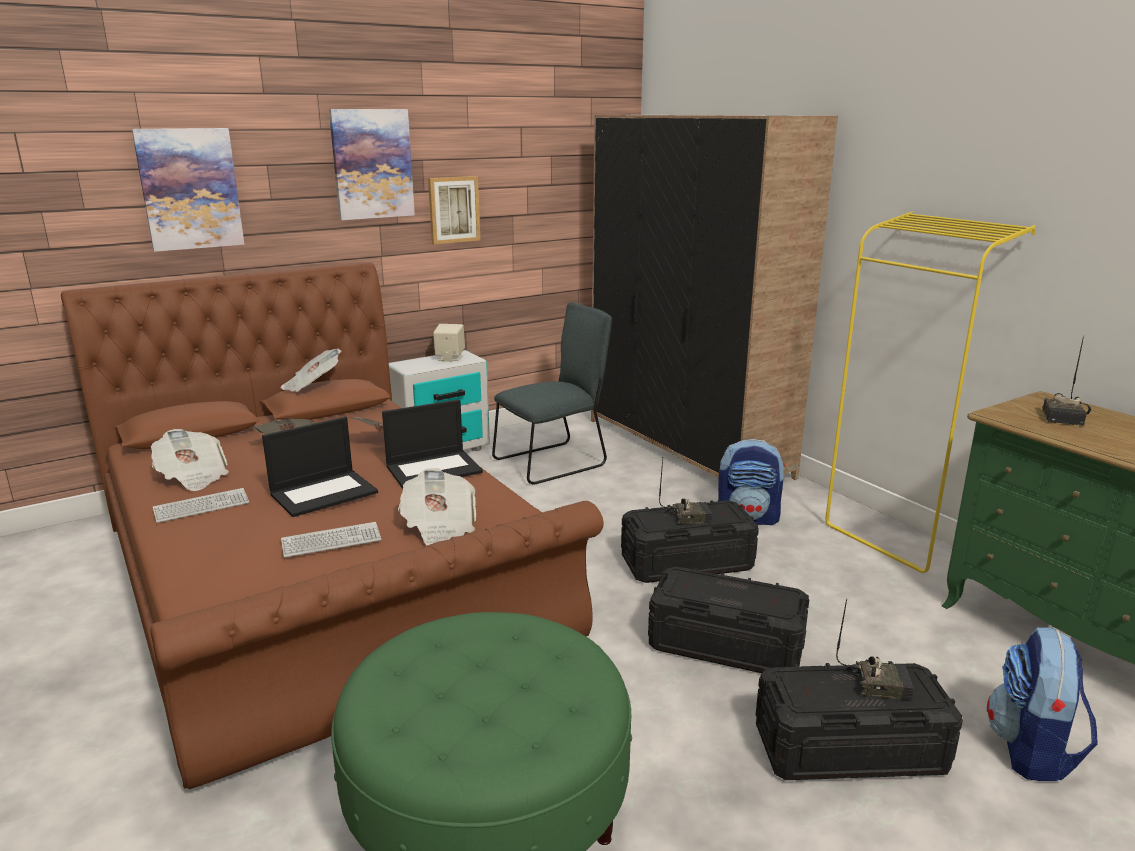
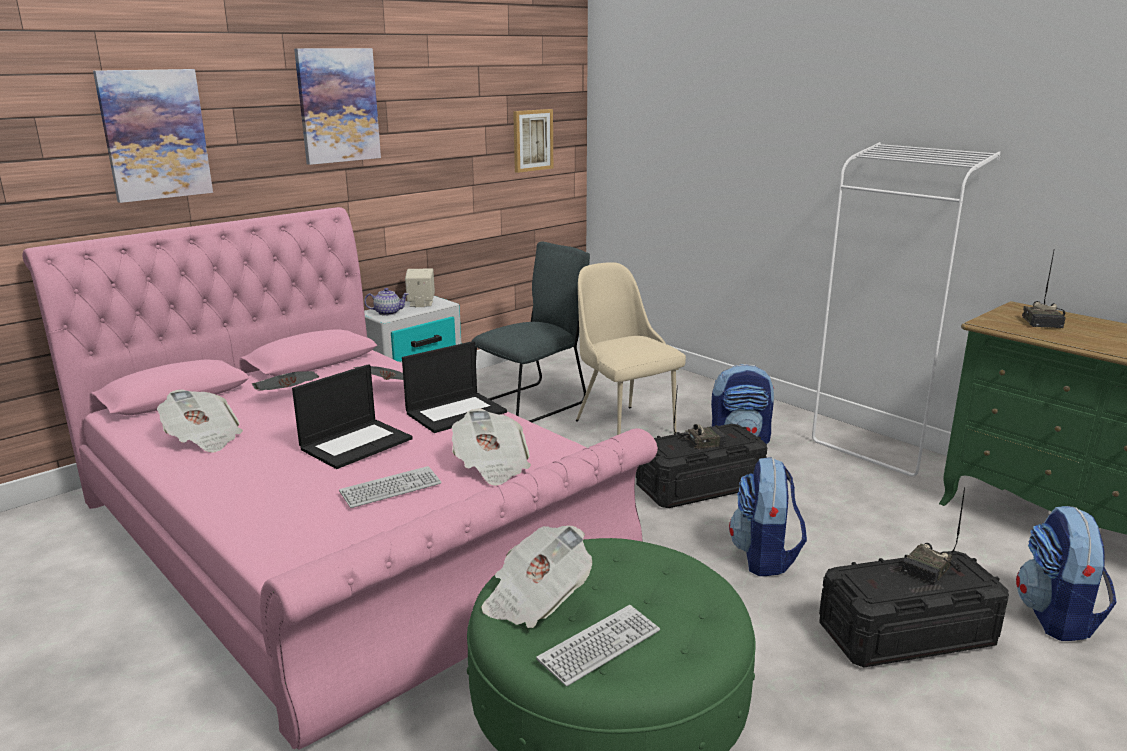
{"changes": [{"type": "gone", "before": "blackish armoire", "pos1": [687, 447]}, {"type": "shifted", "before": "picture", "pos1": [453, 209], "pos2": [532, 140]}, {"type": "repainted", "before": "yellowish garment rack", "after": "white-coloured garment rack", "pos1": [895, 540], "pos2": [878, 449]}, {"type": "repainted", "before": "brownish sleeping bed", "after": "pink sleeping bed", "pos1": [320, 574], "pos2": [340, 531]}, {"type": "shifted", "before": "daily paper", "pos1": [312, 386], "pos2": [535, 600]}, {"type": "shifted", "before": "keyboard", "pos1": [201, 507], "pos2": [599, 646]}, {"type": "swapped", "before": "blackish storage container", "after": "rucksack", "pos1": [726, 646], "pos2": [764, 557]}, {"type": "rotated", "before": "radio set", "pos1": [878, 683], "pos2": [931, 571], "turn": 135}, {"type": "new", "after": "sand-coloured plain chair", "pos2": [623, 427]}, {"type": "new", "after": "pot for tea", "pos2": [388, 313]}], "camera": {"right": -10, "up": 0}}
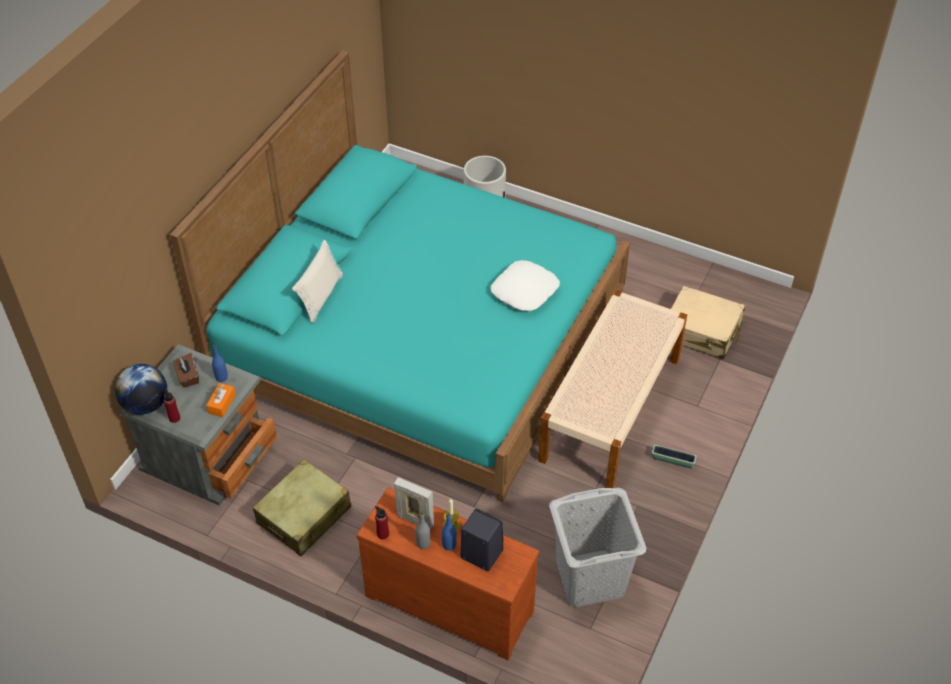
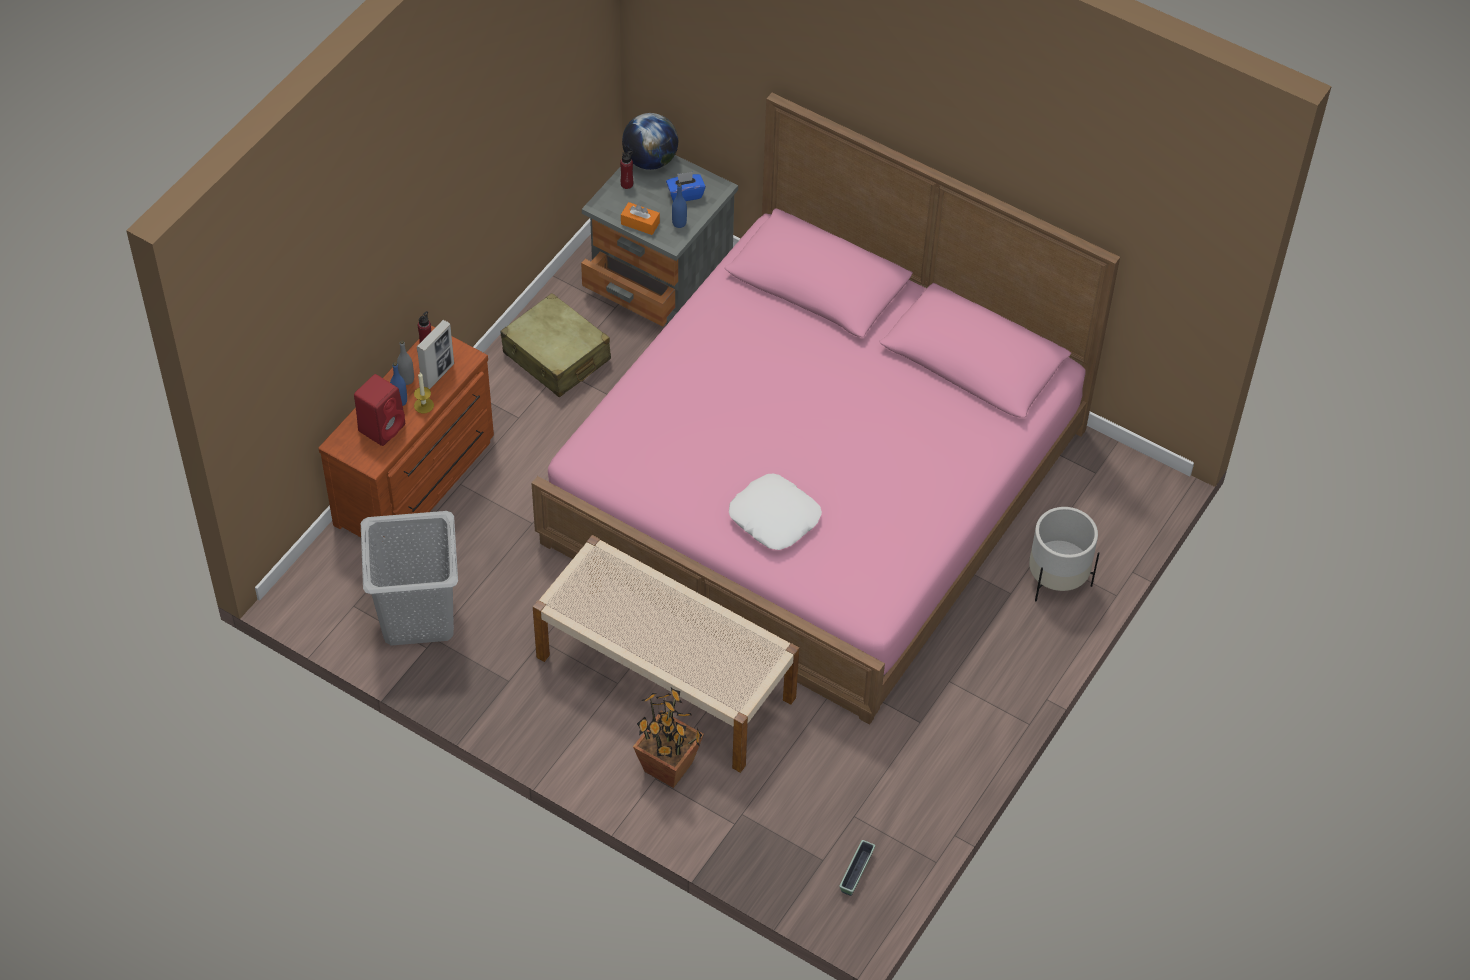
{"changes": [{"type": "repainted", "before": "blue-green sleeping bed", "after": "pink sleeping bed", "pos1": [420, 337], "pos2": [816, 484]}, {"type": "gone", "before": "white-coloured throw pillow", "pos1": [320, 296]}, {"type": "gone", "before": "sand-coloured piece of luggage", "pos1": [702, 331]}, {"type": "repainted", "before": "brownish tissue holder", "after": "blue tissue holder", "pos1": [188, 377], "pos2": [685, 194]}, {"type": "shifted", "before": "plant pot", "pos1": [672, 460], "pos2": [856, 872]}, {"type": "repainted", "before": "blackish loudspeaker", "after": "reddish loudspeaker", "pos1": [480, 554], "pos2": [382, 427]}, {"type": "new", "after": "plant in a pot", "pos2": [668, 768]}], "camera": {"right": 95, "up": 5}}
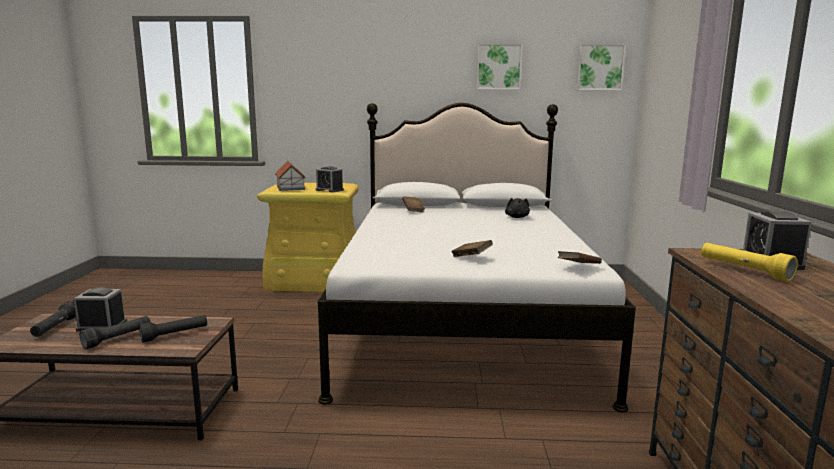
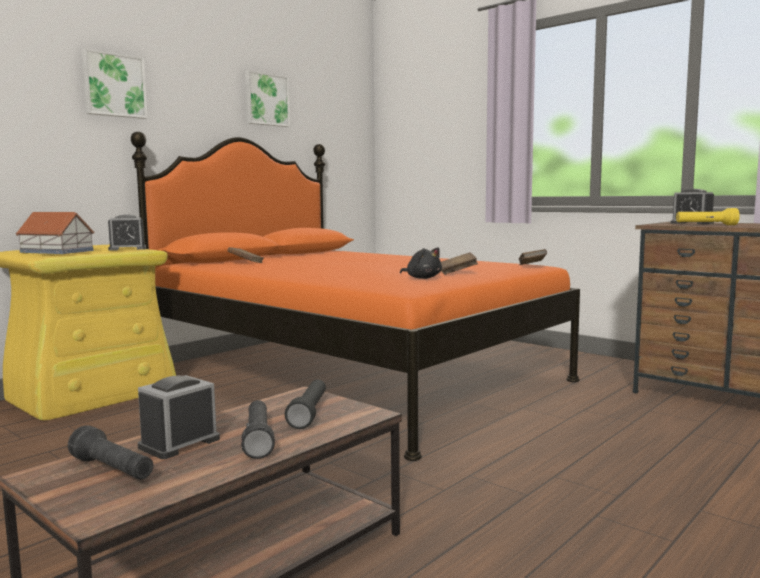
{"changes": [{"type": "shifted", "before": "picture", "pos1": [600, 67], "pos2": [113, 85]}, {"type": "repainted", "before": "white-coloured sleeping bed", "after": "orange-coloured sleeping bed", "pos1": [463, 323], "pos2": [353, 375]}, {"type": "shifted", "before": "blackish soft toy", "pos1": [517, 217], "pos2": [422, 278]}], "camera": {"right": -50, "up": -5}}
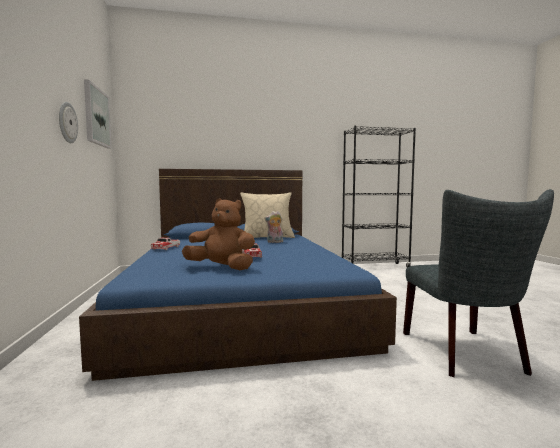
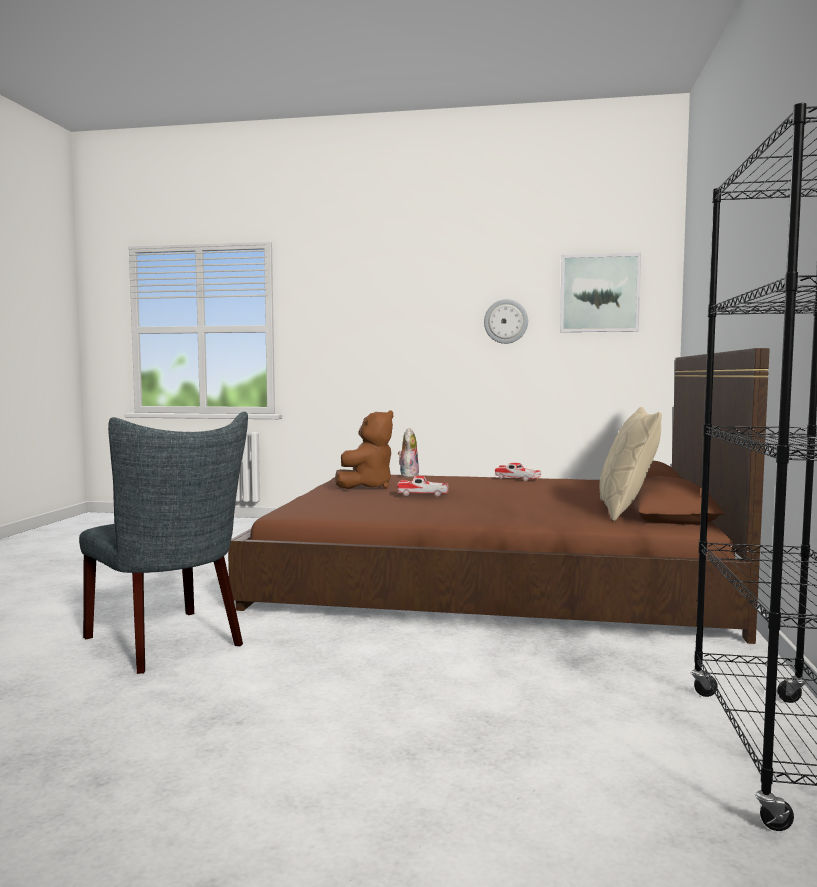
{"changes": [{"type": "repainted", "before": "blue sleeping bed", "after": "brownish sleeping bed", "pos1": [240, 299], "pos2": [490, 575]}, {"type": "rotated", "before": "greyish plain chair", "pos1": [466, 355], "pos2": [170, 643], "turn": -150}, {"type": "shifted", "before": "soft toy", "pos1": [274, 242], "pos2": [408, 475]}], "camera": {"right": 110, "up": 0}}
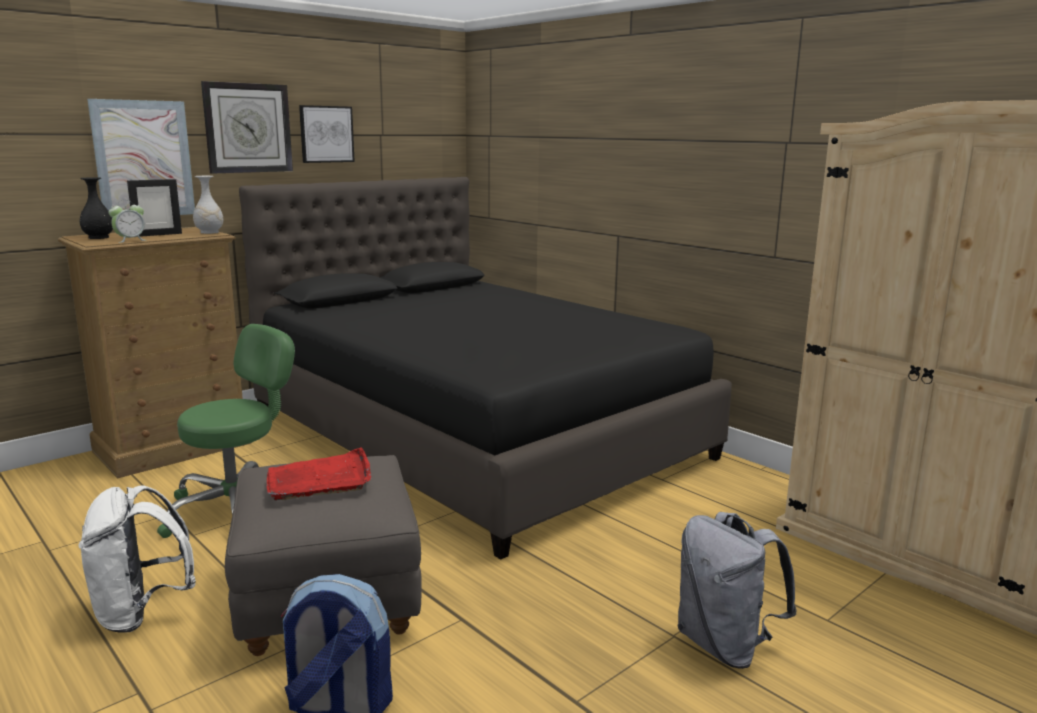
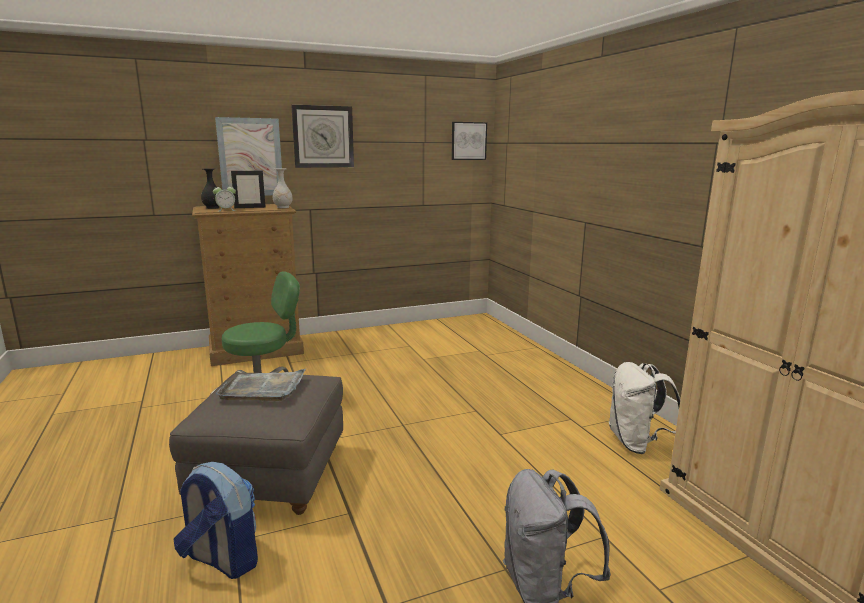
{"changes": [{"type": "shifted", "before": "picture", "pos1": [326, 134], "pos2": [468, 141]}, {"type": "gone", "before": "blackish sleeping bed", "pos1": [475, 434]}, {"type": "repainted", "before": "reddish tray", "after": "greyish tray", "pos1": [320, 479], "pos2": [263, 388]}, {"type": "shifted", "before": "white-coloured rucksack", "pos1": [141, 612], "pos2": [637, 443]}], "camera": {"right": 20, "up": 0}}
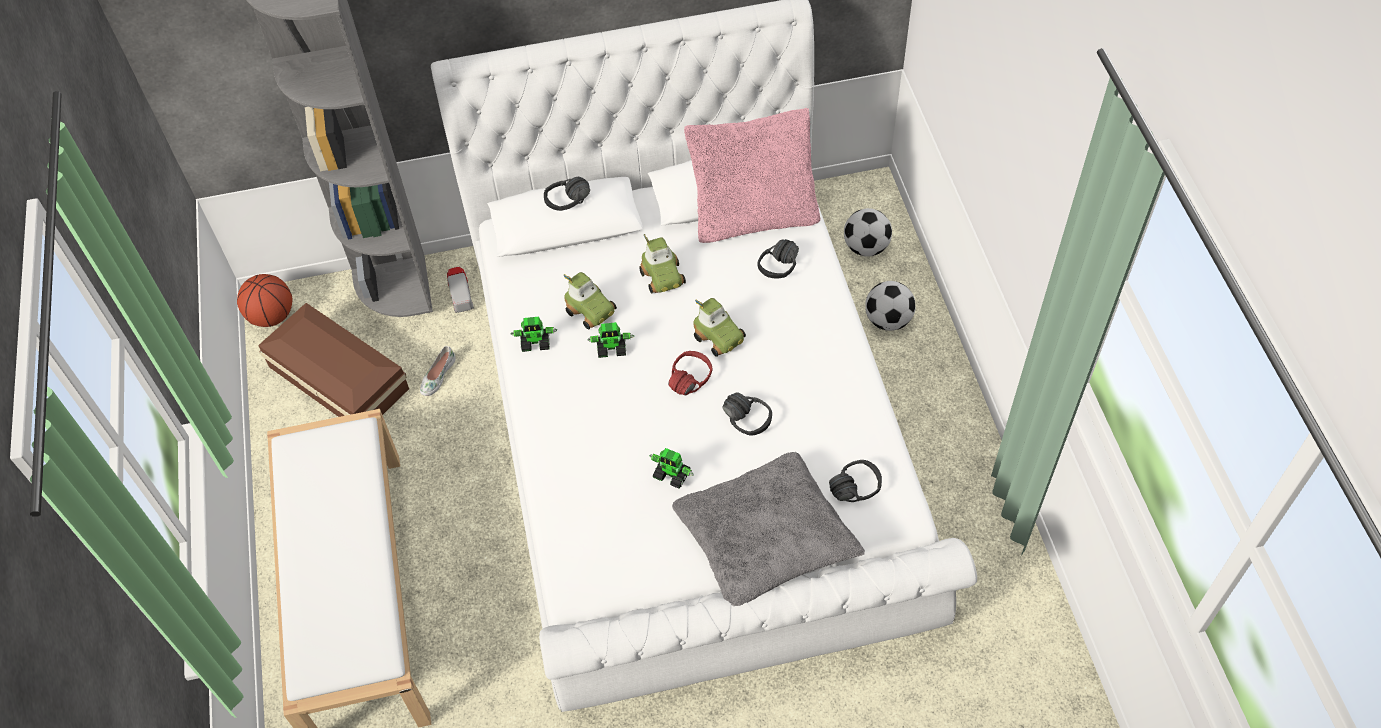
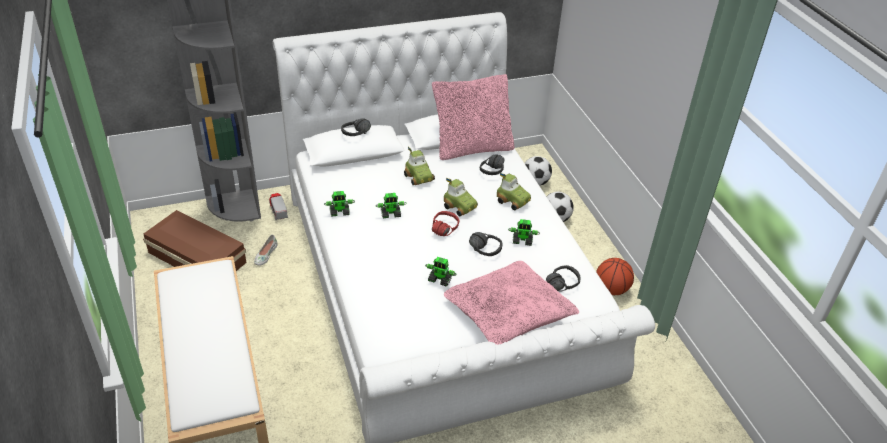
{"changes": [{"type": "shifted", "before": "miniature car", "pos1": [591, 310], "pos2": [513, 200]}, {"type": "shifted", "before": "basketball", "pos1": [272, 316], "pos2": [611, 289]}, {"type": "repainted", "before": "greyish throw pillow", "after": "pink throw pillow", "pos1": [765, 539], "pos2": [508, 314]}, {"type": "new", "after": "toy robot", "pos2": [522, 241]}], "camera": {"right": -10, "up": -15}}
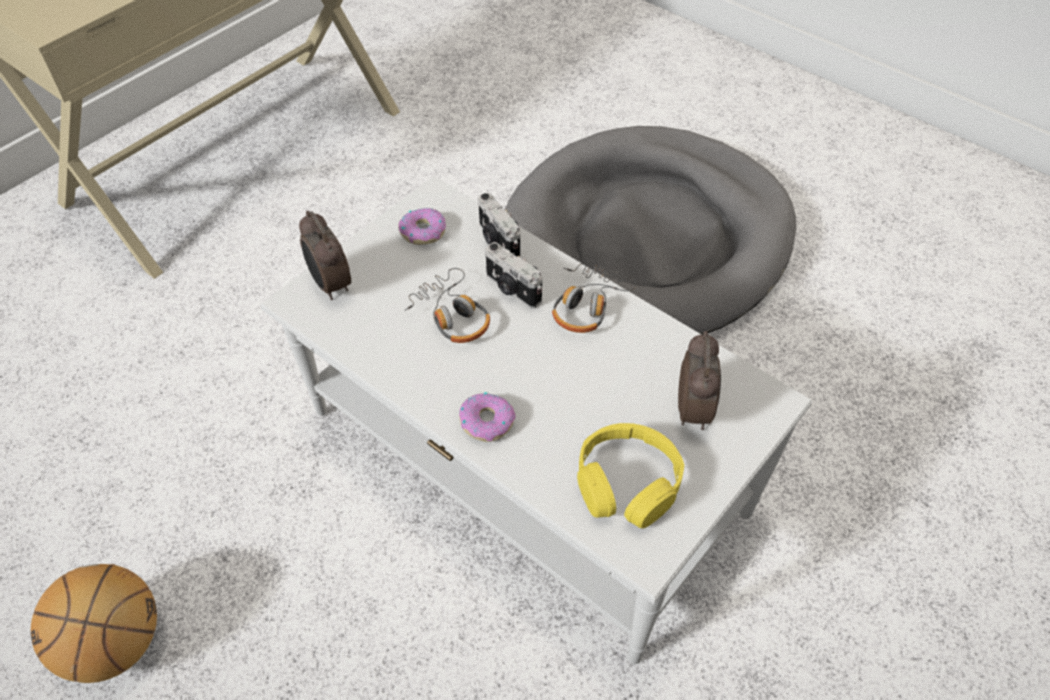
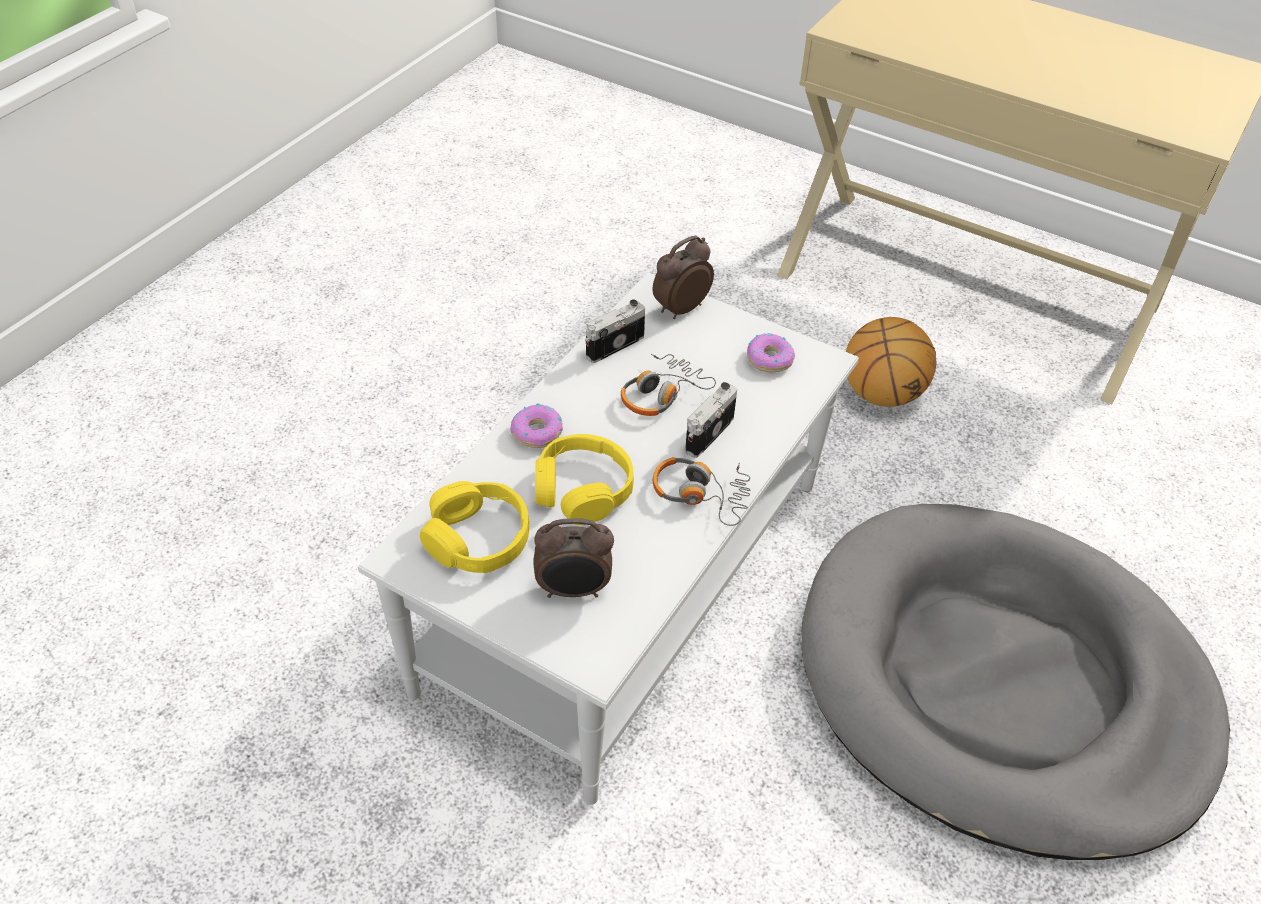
{"changes": [{"type": "shifted", "before": "still camera", "pos1": [497, 241], "pos2": [613, 345]}, {"type": "shifted", "before": "basketball", "pos1": [115, 643], "pos2": [881, 394]}, {"type": "new", "after": "yellowish headphones", "pos2": [582, 489]}], "camera": {"right": 80, "up": -5}}
